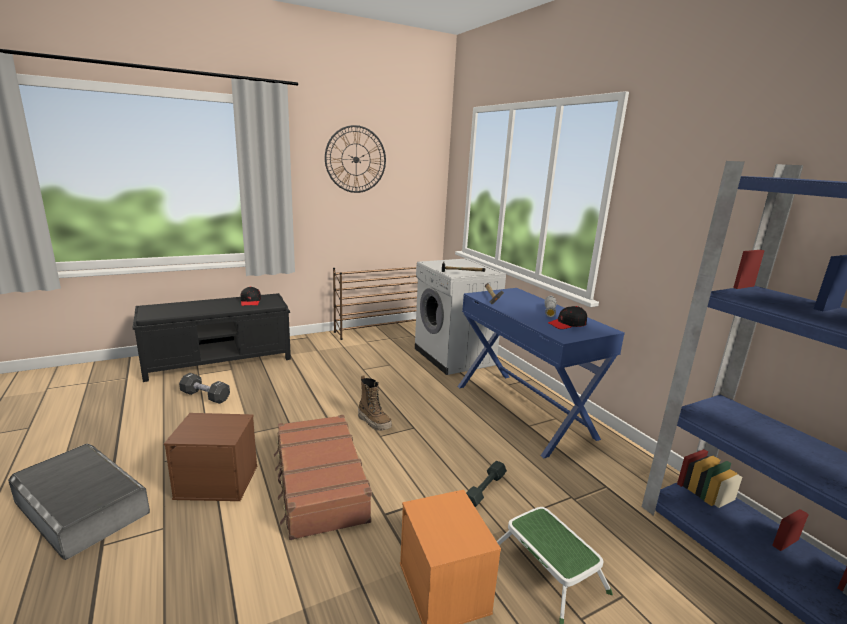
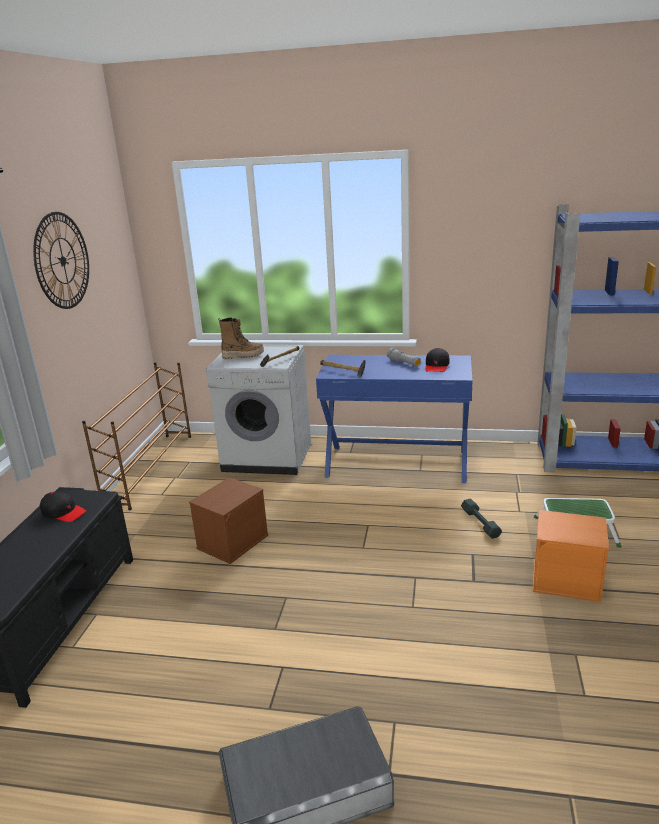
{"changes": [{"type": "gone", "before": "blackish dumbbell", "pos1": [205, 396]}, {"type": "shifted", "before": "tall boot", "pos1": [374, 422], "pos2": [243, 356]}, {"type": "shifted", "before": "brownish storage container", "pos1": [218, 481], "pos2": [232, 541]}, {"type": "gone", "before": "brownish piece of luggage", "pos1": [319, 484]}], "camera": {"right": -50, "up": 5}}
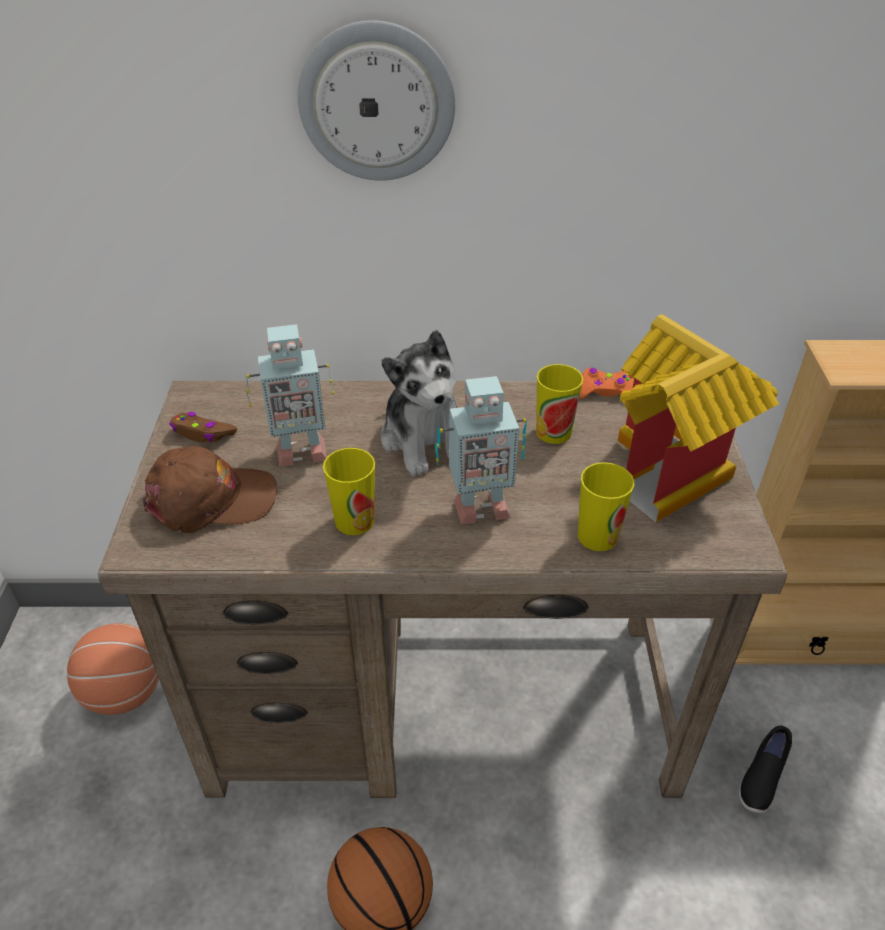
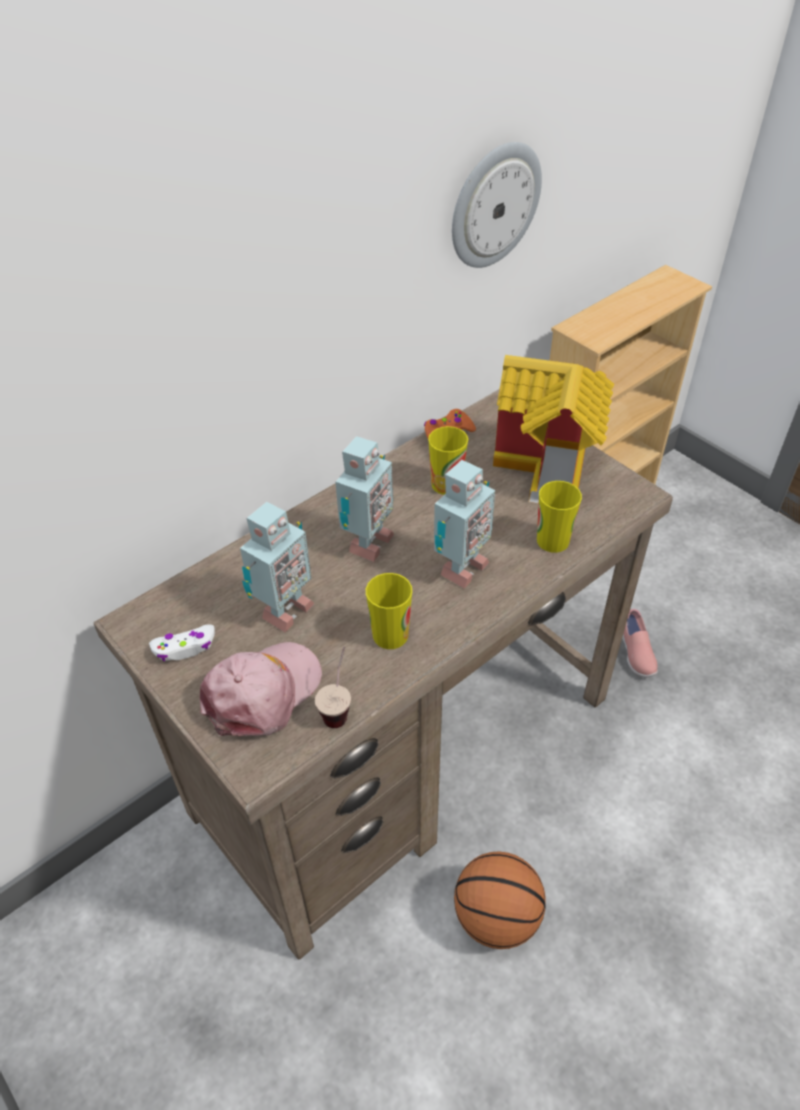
{"changes": [{"type": "shifted", "before": "clock on the wall", "pos1": [377, 103], "pos2": [494, 205]}, {"type": "swapped", "before": "soft toy", "after": "toy robot", "pos1": [425, 440], "pos2": [367, 544]}, {"type": "repainted", "before": "brownish joypad", "after": "white-coloured joypad", "pos1": [203, 433], "pos2": [185, 647]}, {"type": "repainted", "before": "brownish baseball cap", "after": "pink baseball cap", "pos1": [211, 499], "pos2": [263, 693]}, {"type": "gone", "before": "basketball", "pos1": [125, 692]}, {"type": "repainted", "before": "blackish item of footwear", "after": "pink item of footwear", "pos1": [761, 778], "pos2": [635, 653]}, {"type": "new", "after": "cup", "pos2": [339, 706]}], "camera": {"right": -40, "up": 5}}
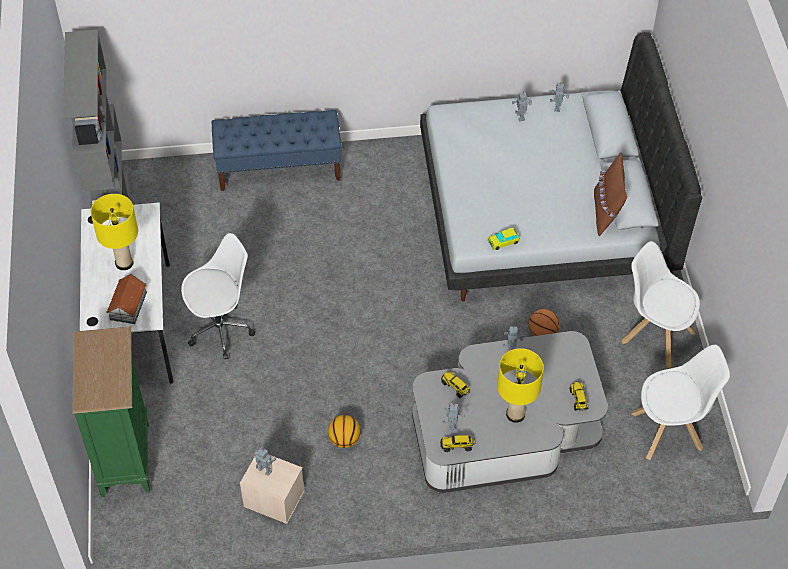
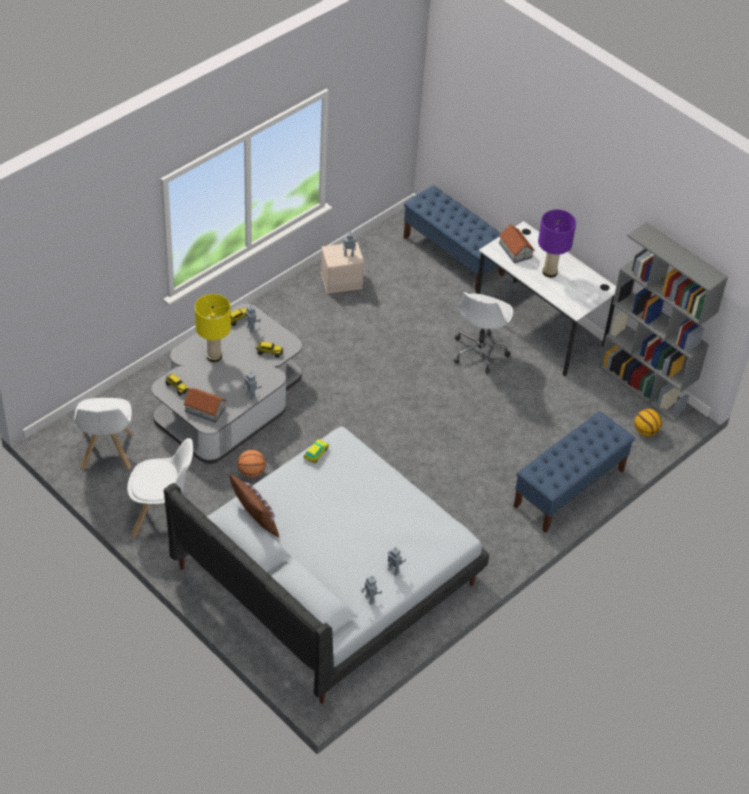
{"changes": [{"type": "repainted", "before": "yellowish tabletop lamp", "after": "purple-coloured tabletop lamp", "pos1": [124, 262], "pos2": [550, 272]}, {"type": "swapped", "before": "green drawer chest", "after": "blue indoor bench", "pos1": [127, 457], "pos2": [453, 256]}, {"type": "rotated", "before": "white-coloured plain chair", "pos1": [670, 430], "pos2": [106, 453], "turn": -45}, {"type": "shifted", "before": "basketball", "pos1": [344, 439], "pos2": [645, 431]}, {"type": "new", "after": "miniature house", "pos2": [205, 409]}], "camera": {"right": 140, "up": -5}}
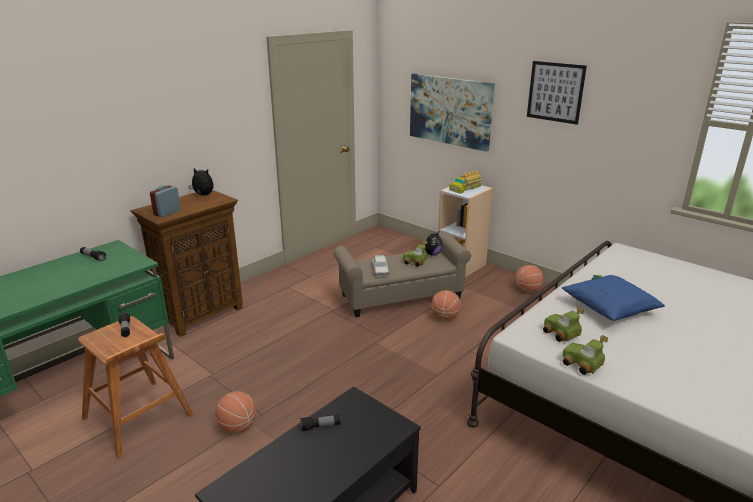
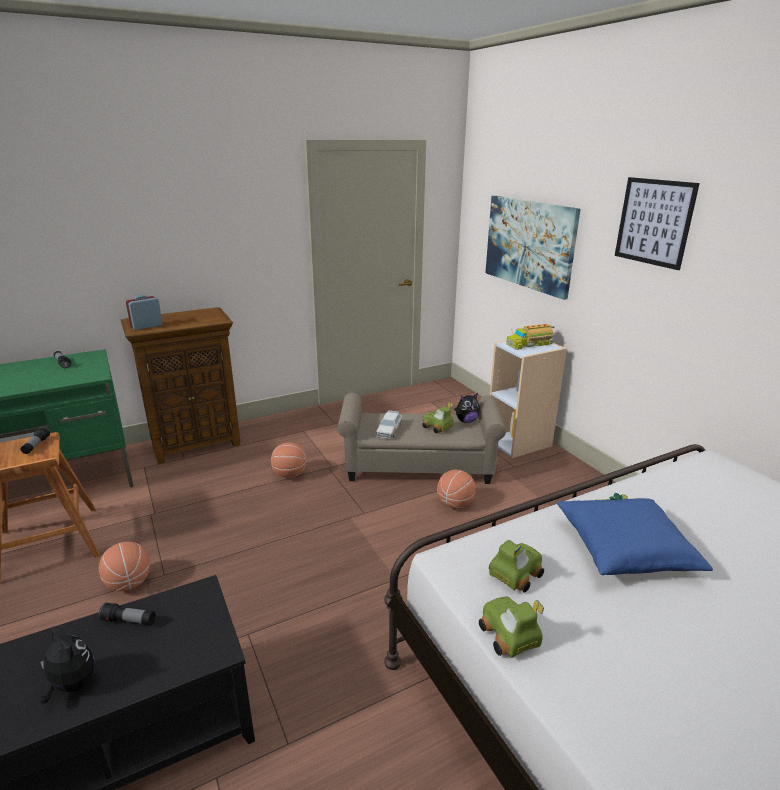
{"changes": [{"type": "shifted", "before": "soft toy", "pos1": [203, 195], "pos2": [72, 685]}, {"type": "shifted", "before": "basketball", "pos1": [527, 290], "pos2": [289, 474]}, {"type": "rotated", "before": "miniature car", "pos1": [560, 334], "pos2": [514, 574], "turn": 60}], "camera": {"right": 20, "up": 0}}
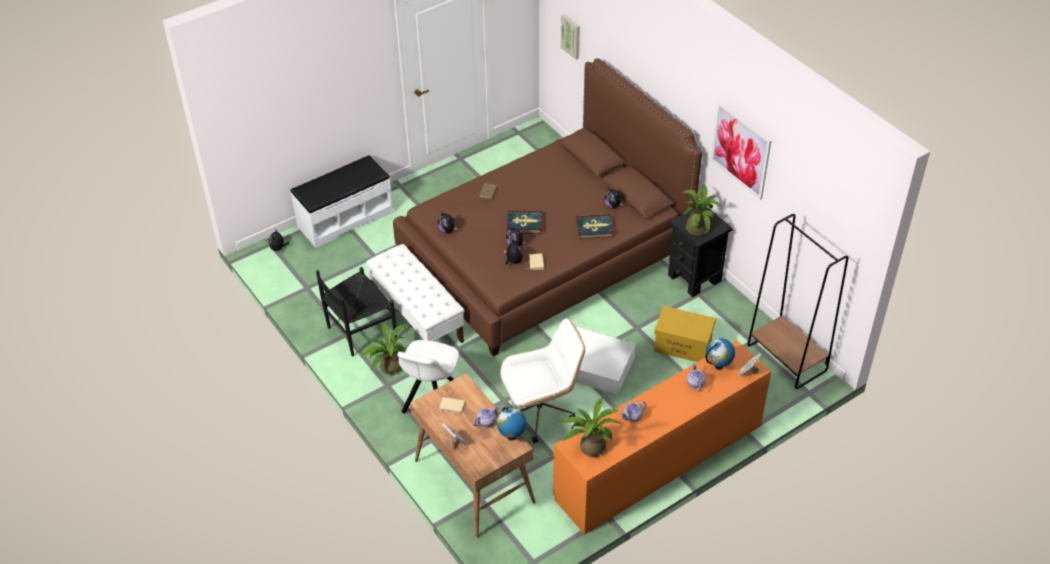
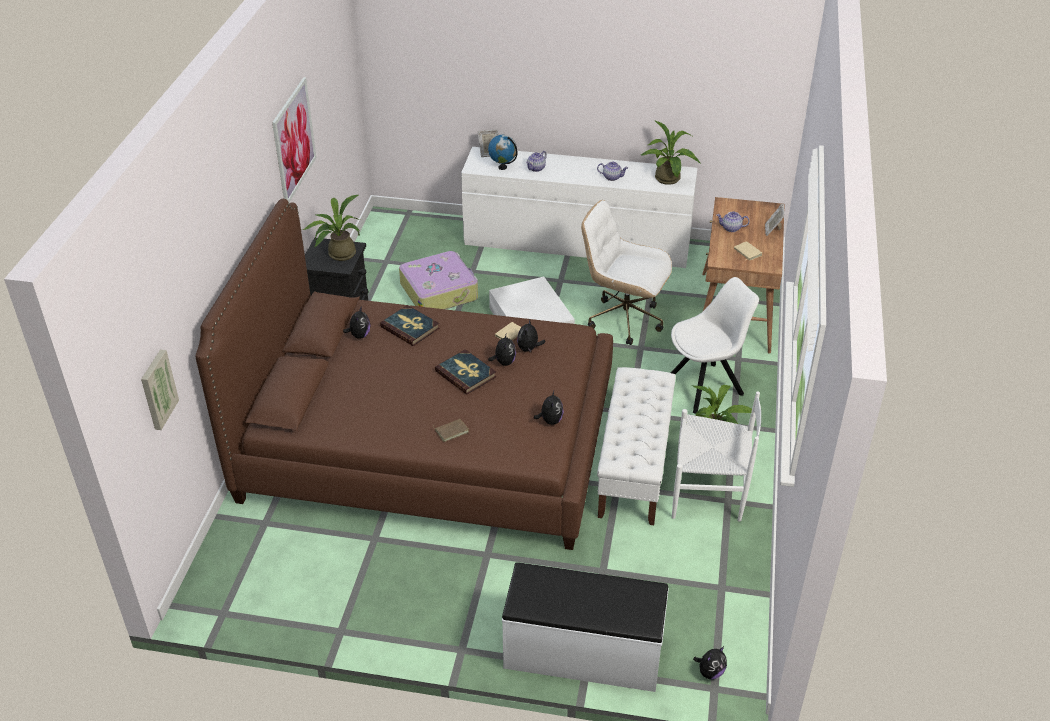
{"changes": [{"type": "gone", "before": "garment rack", "pos1": [786, 359]}, {"type": "repainted", "before": "blackish plain chair", "after": "white-coloured plain chair", "pos1": [360, 331], "pos2": [709, 493]}, {"type": "swapped", "before": "yellowish storage container", "after": "piece of luggage", "pos1": [683, 346], "pos2": [439, 291]}, {"type": "repainted", "before": "orange-coloured drawer chest", "after": "white-coloured drawer chest", "pos1": [659, 461], "pos2": [577, 242]}, {"type": "gone", "before": "world globe", "pos1": [511, 437]}], "camera": {"right": -135, "up": -5}}
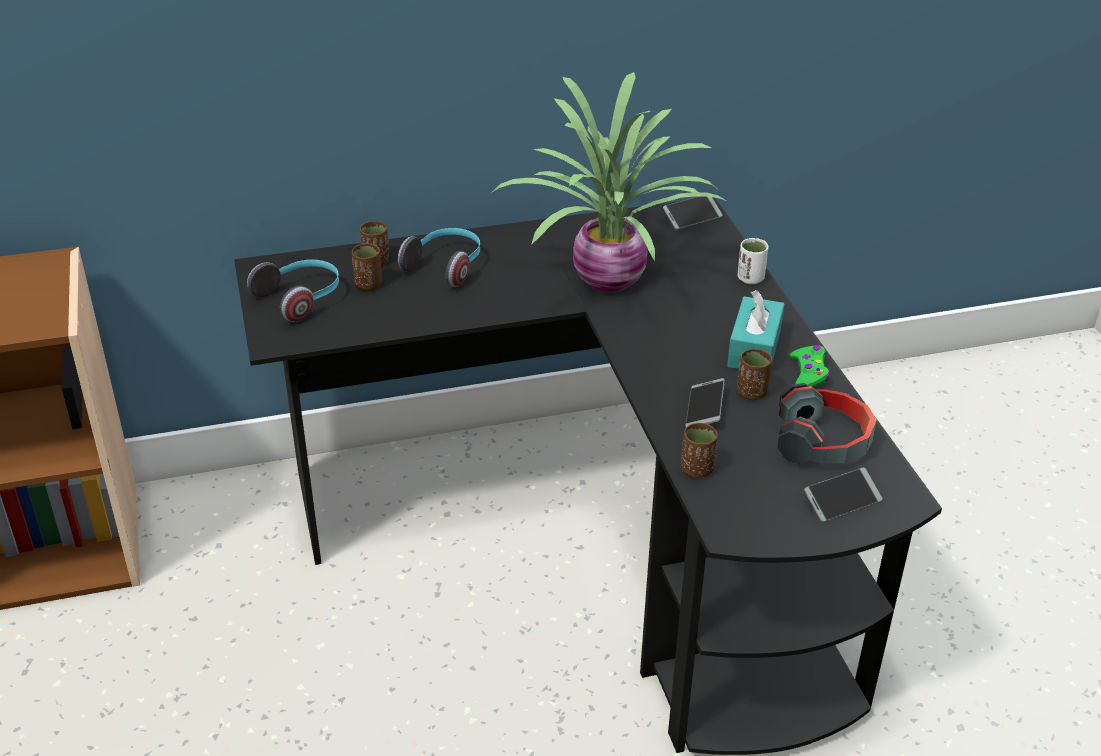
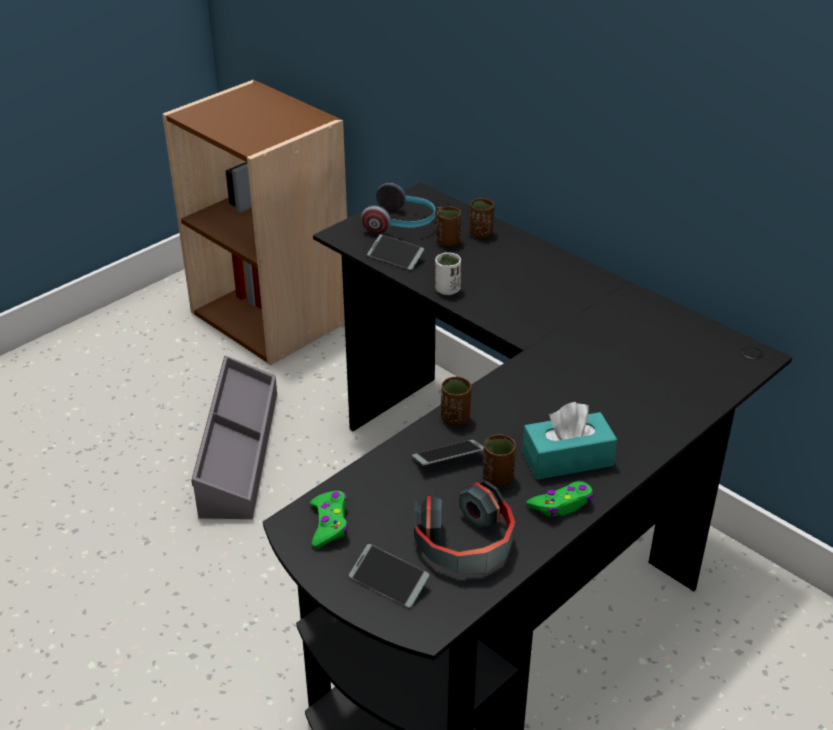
{"changes": [{"type": "gone", "before": "plant in a pot", "pos1": [610, 278]}, {"type": "shifted", "before": "handset", "pos1": [692, 217], "pos2": [395, 257]}, {"type": "gone", "before": "headphones", "pos1": [446, 266]}, {"type": "shifted", "before": "white-coloured cup", "pos1": [750, 278], "pos2": [447, 290]}, {"type": "shifted", "before": "brownish cup", "pos1": [697, 469], "pos2": [455, 418]}, {"type": "new", "after": "greyish storage container", "pos2": [237, 451]}, {"type": "new", "after": "green joypad", "pos2": [329, 524]}], "camera": {"right": 60, "up": 0}}
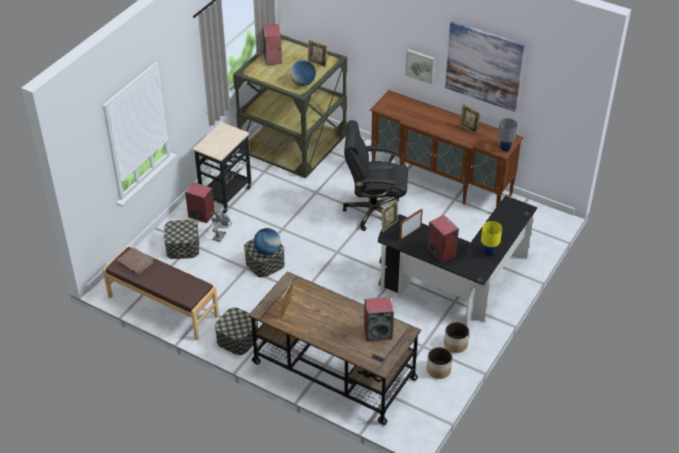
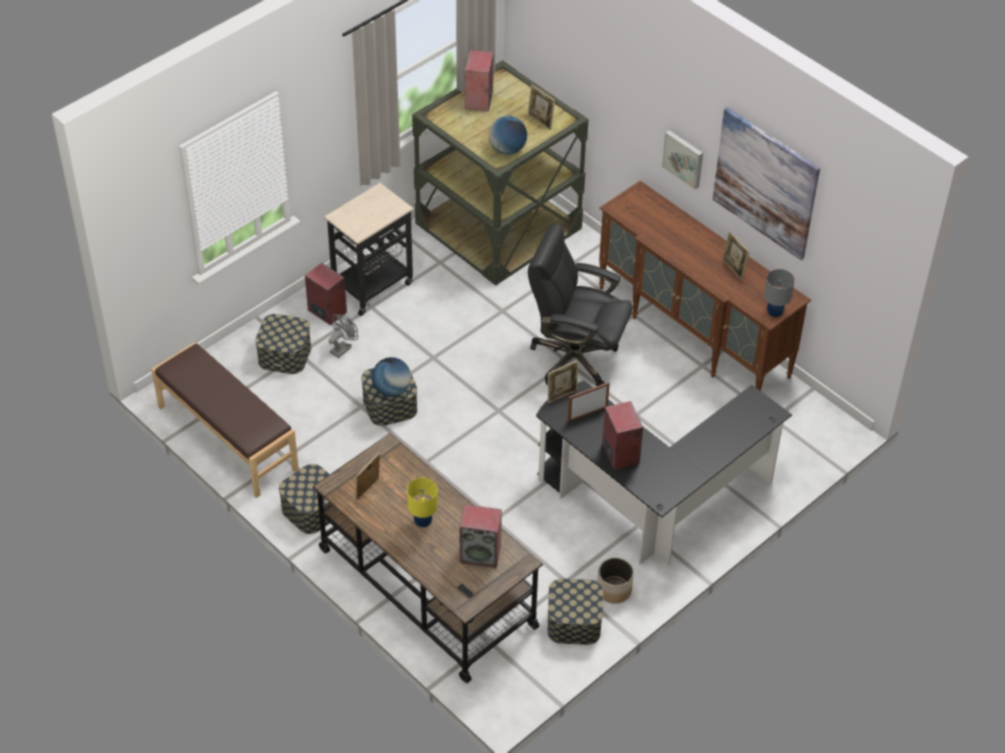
{"changes": [{"type": "shifted", "before": "yellowish tabletop lamp", "pos1": [488, 252], "pos2": [422, 521]}, {"type": "gone", "before": "brownish book", "pos1": [135, 263]}, {"type": "swapped", "before": "plant pot", "after": "storage container", "pos1": [438, 369], "pos2": [574, 621]}], "camera": {"right": 15, "up": 5}}
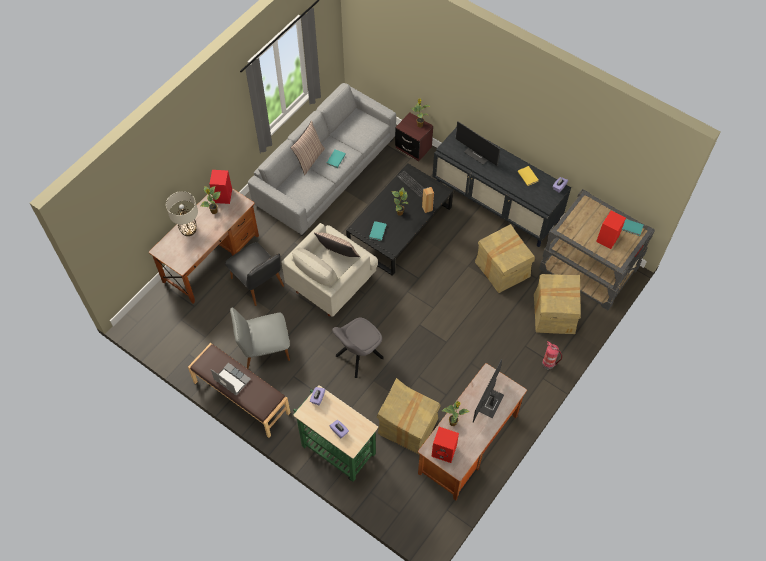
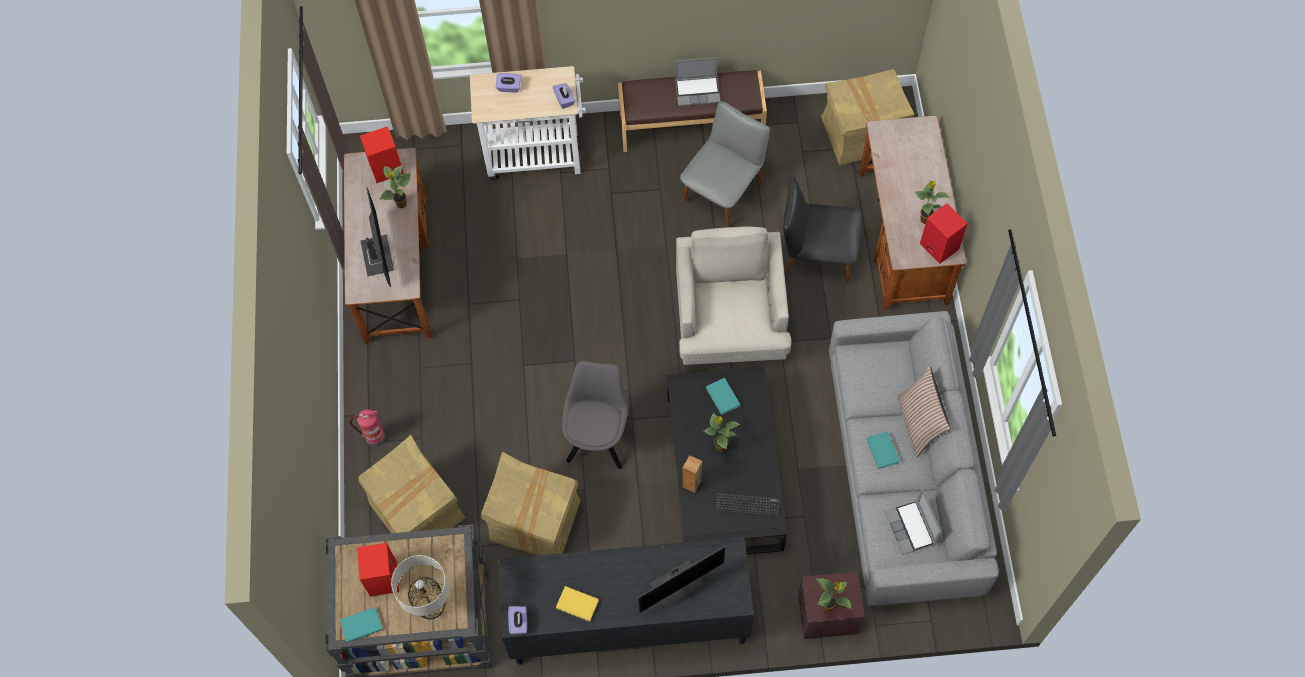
{"changes": [{"type": "rotated", "before": "monitor", "pos1": [478, 154], "pos2": [678, 583], "turn": 150}, {"type": "shifted", "before": "tabletop lamp", "pos1": [188, 230], "pos2": [430, 605]}, {"type": "gone", "before": "throw pillow", "pos1": [338, 255]}, {"type": "shifted", "before": "greyish plain chair", "pos1": [358, 356], "pos2": [598, 438]}, {"type": "shifted", "before": "carton", "pos1": [407, 426], "pos2": [862, 134]}, {"type": "repainted", "before": "green cart", "after": "white-coloured cart", "pos1": [337, 450], "pos2": [535, 156]}, {"type": "new", "after": "laptop", "pos2": [911, 528]}], "camera": {"right": 140, "up": 5}}
